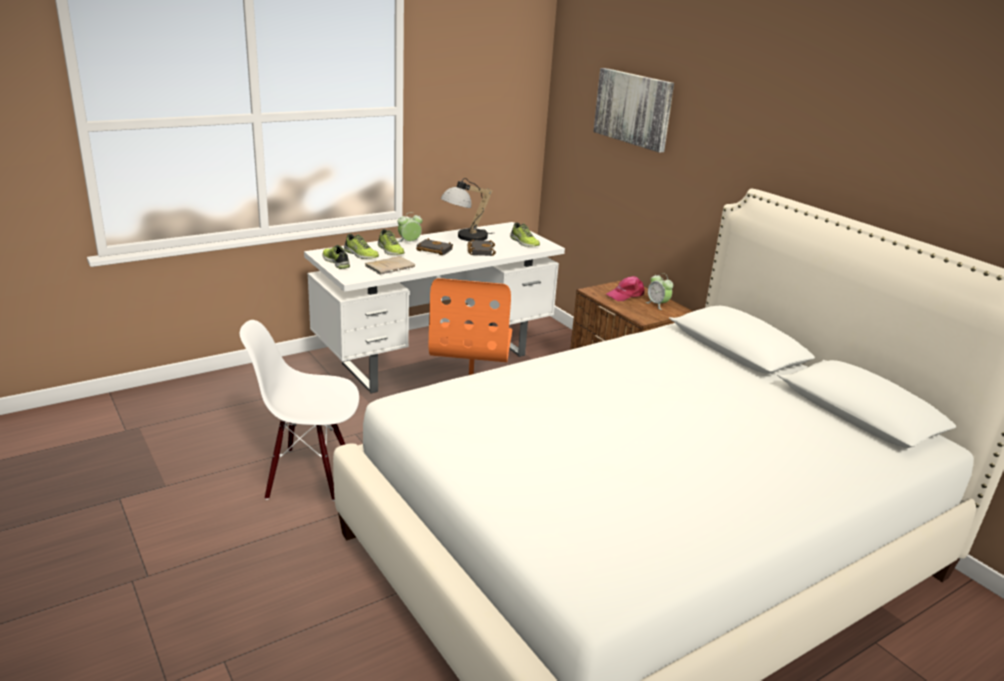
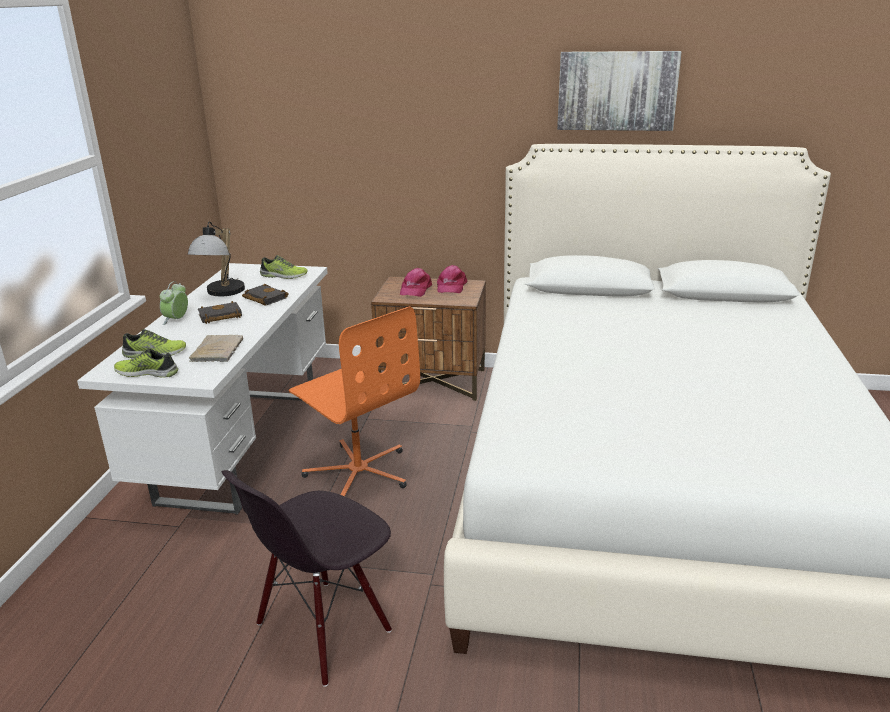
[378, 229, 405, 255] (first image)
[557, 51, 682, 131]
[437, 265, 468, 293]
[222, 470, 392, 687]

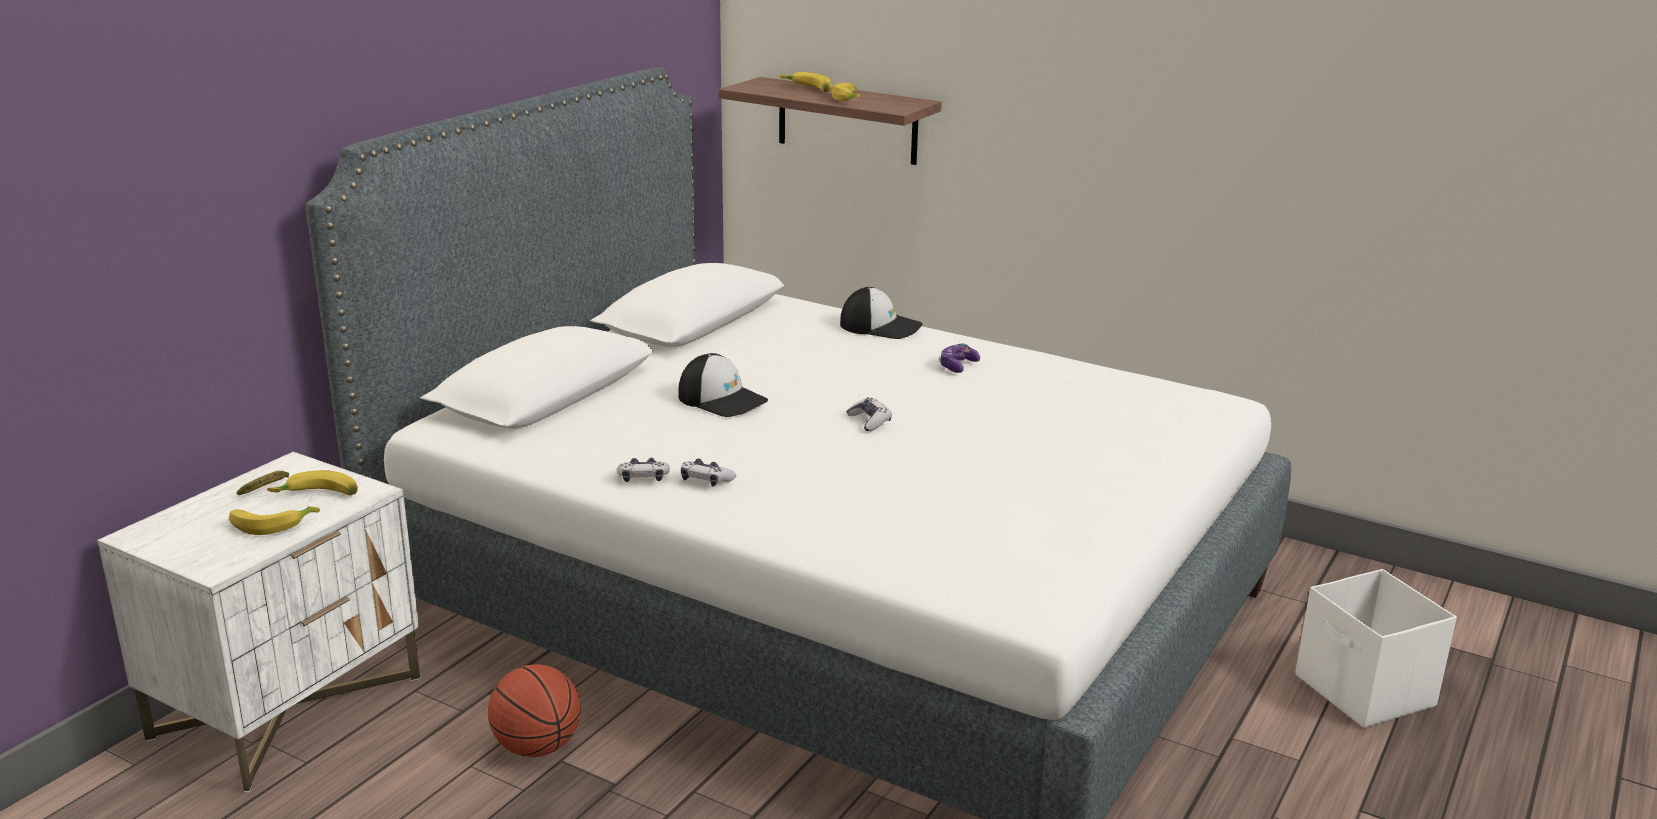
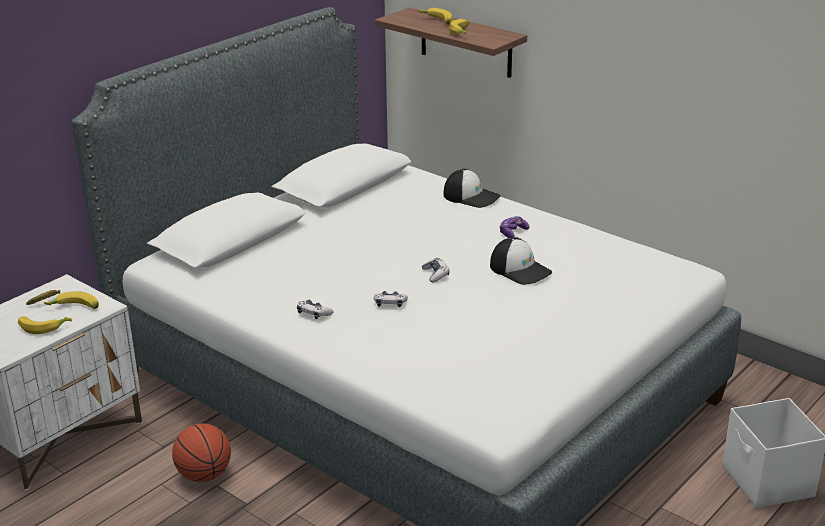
[374, 291, 408, 307]
[490, 237, 552, 285]

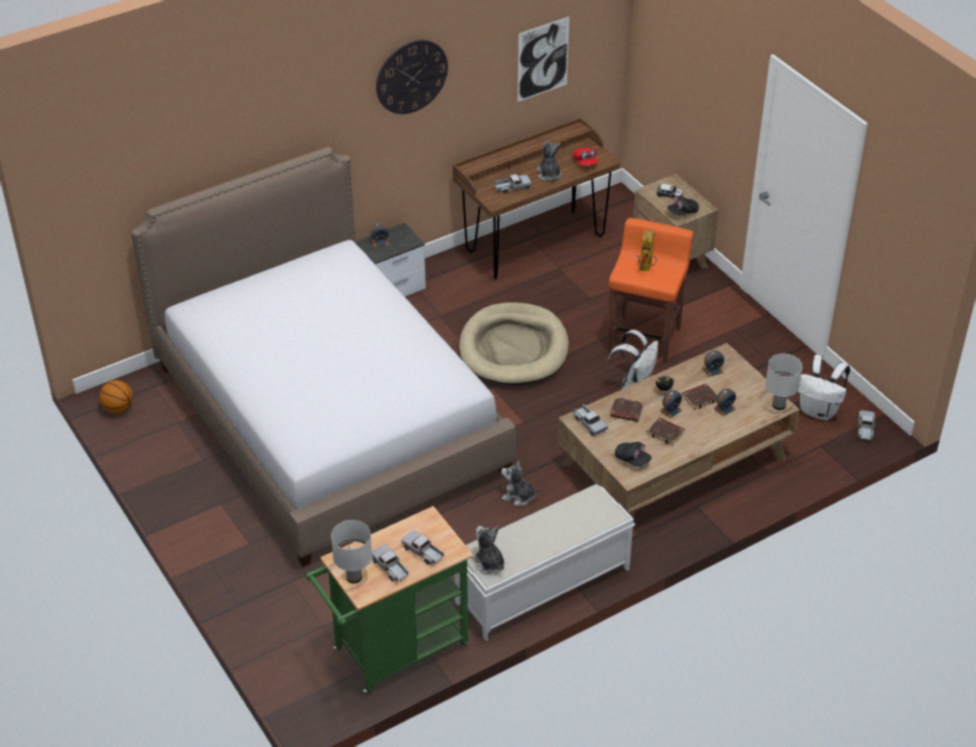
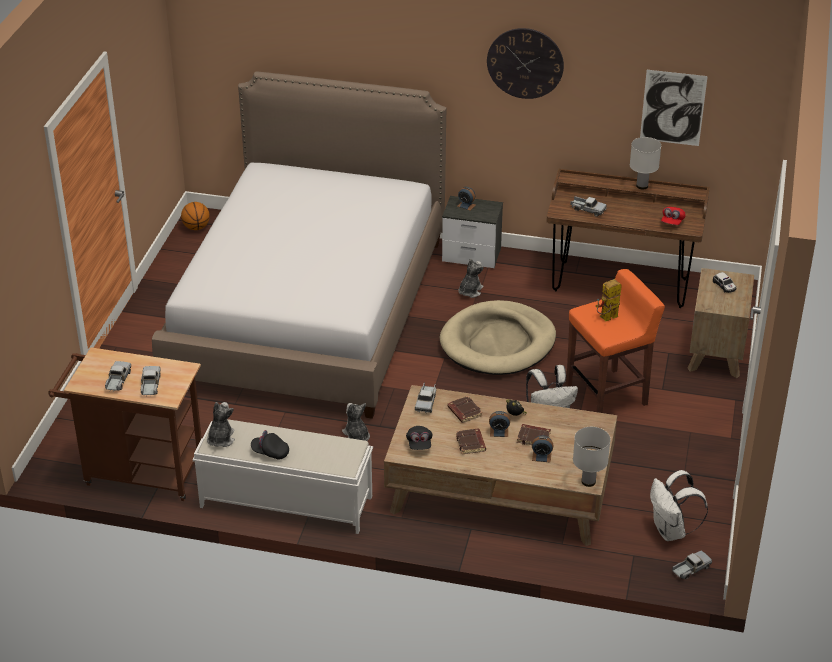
[702, 350, 724, 377] (first image)
[630, 137, 661, 189]
[458, 259, 483, 298]
[251, 430, 289, 460]
[48, 347, 202, 501]

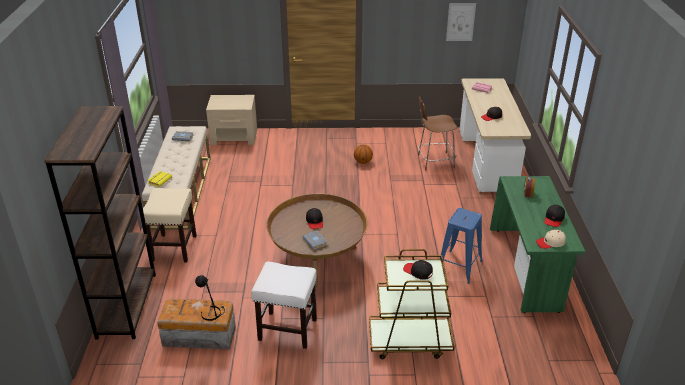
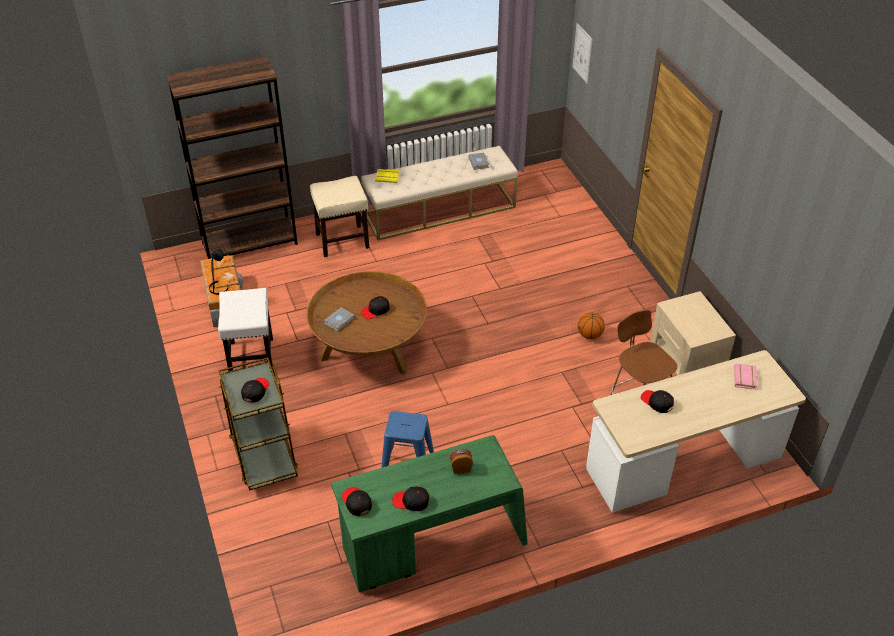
[650, 291, 736, 376]
[572, 23, 593, 84]
[342, 487, 372, 516]

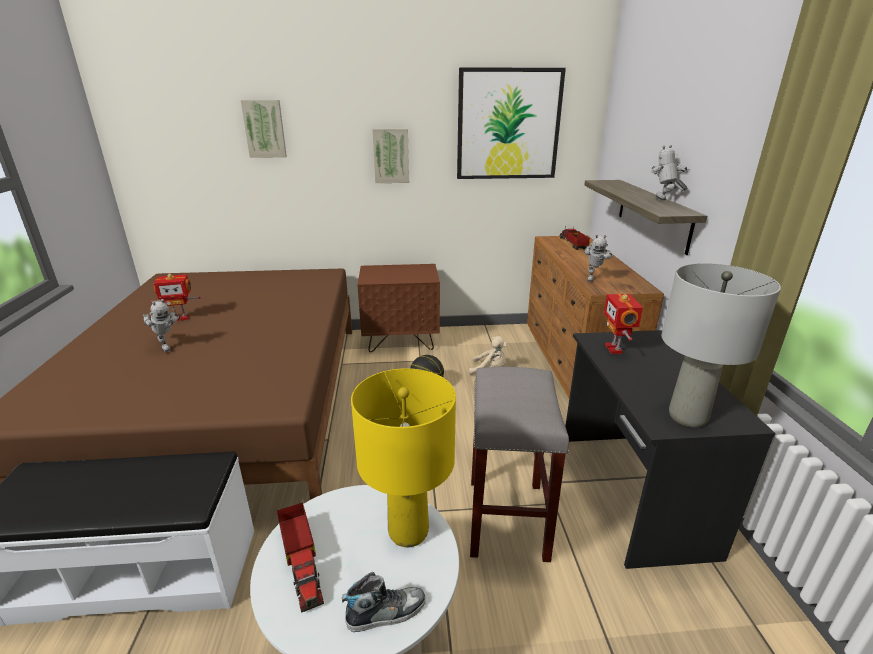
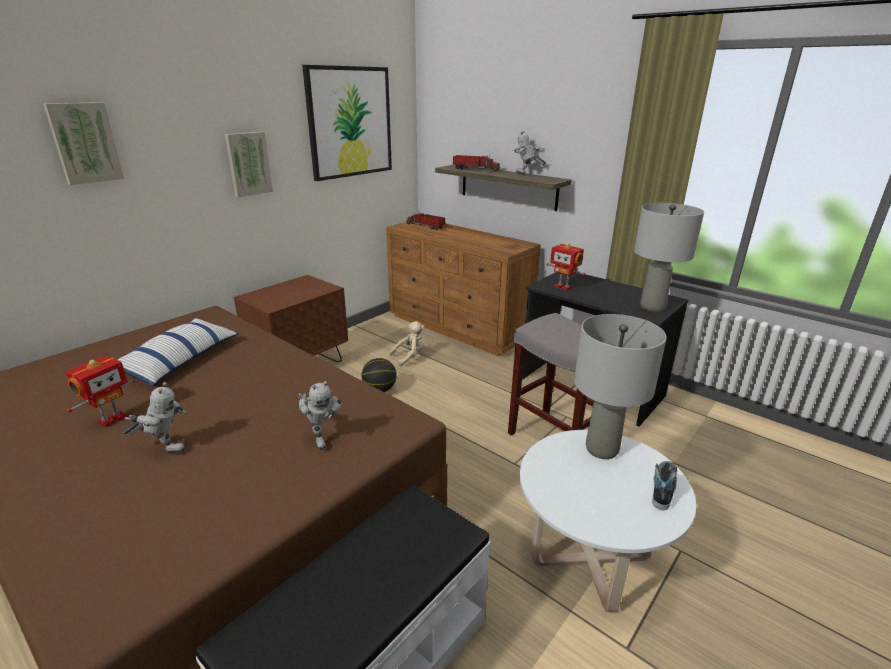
[117, 317, 239, 386]
[453, 154, 500, 172]
[298, 381, 343, 450]
[574, 314, 667, 459]

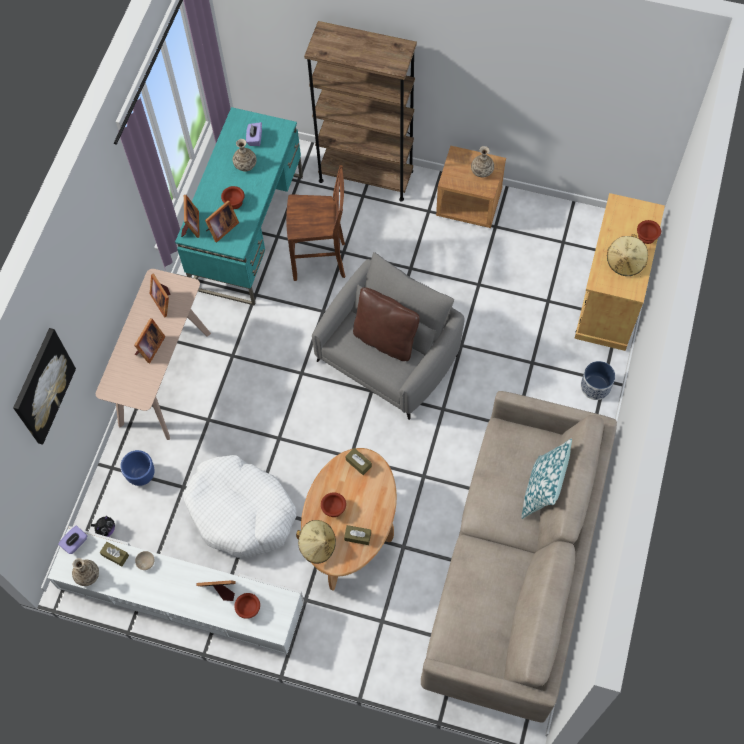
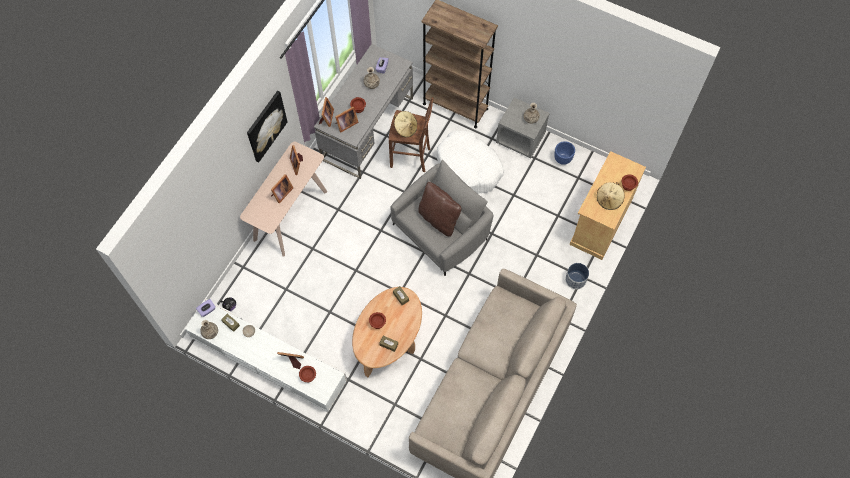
[521, 439, 572, 519] (first image)
[247, 91, 287, 163]
[554, 141, 575, 165]
[437, 131, 504, 194]
[394, 111, 417, 137]
[314, 44, 413, 179]
[496, 98, 550, 158]

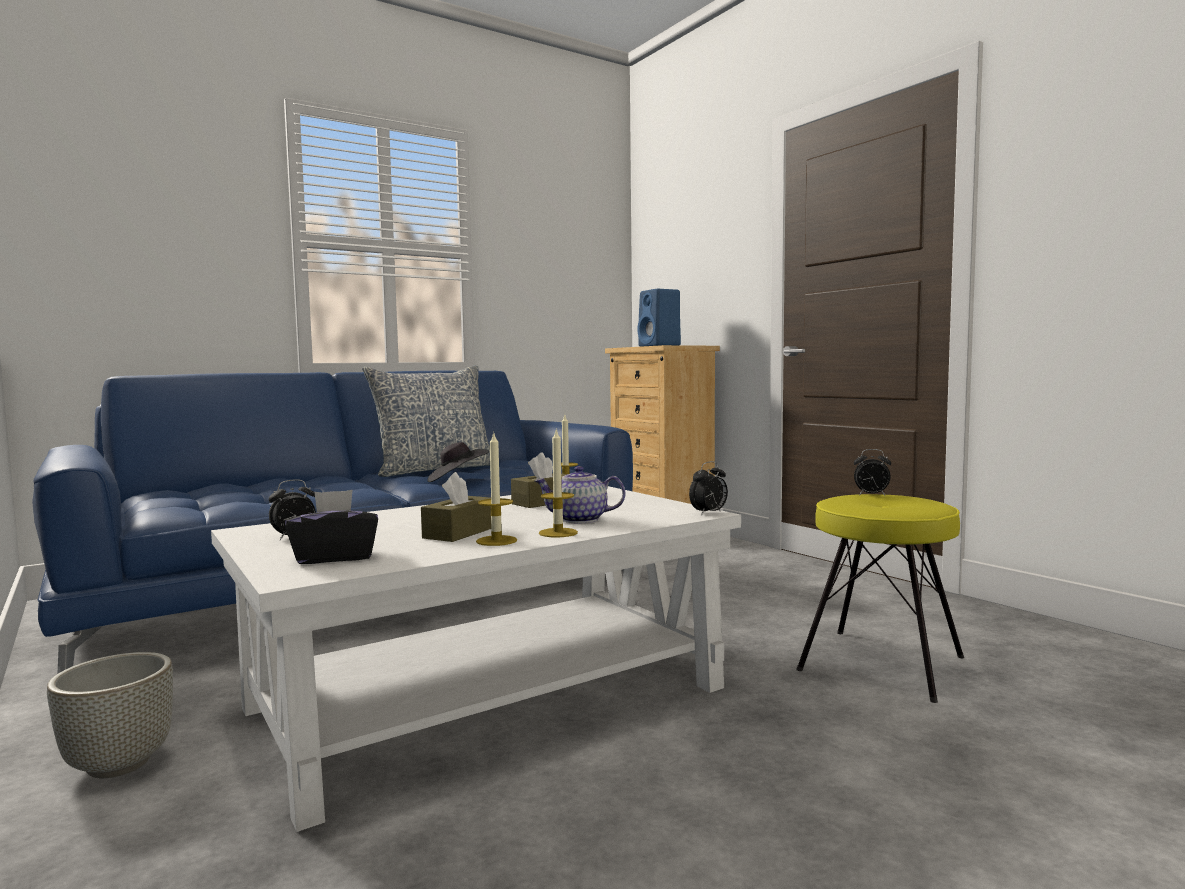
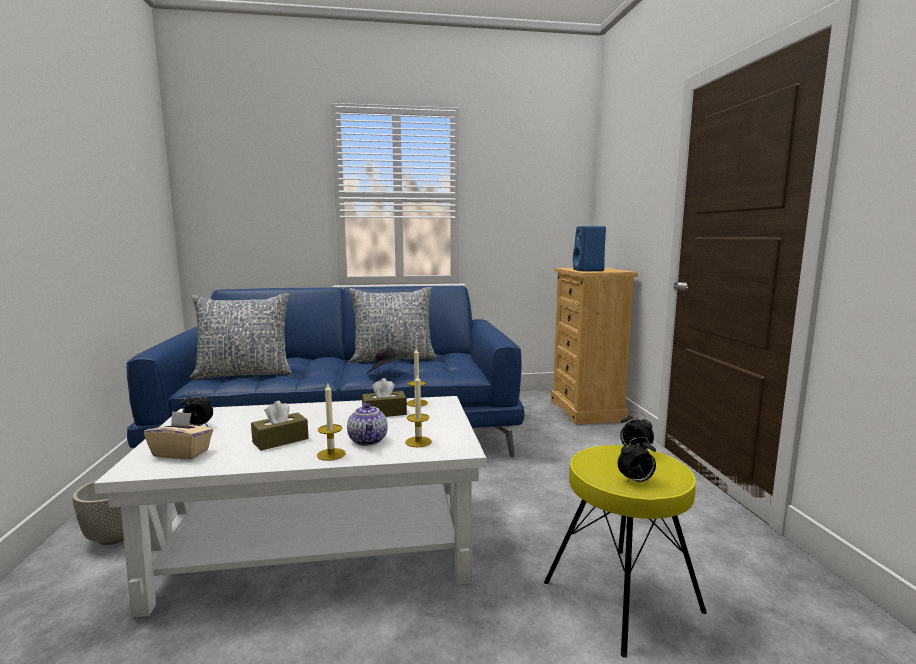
[190, 293, 292, 380]
[405, 373, 432, 447]
[618, 437, 656, 484]
[144, 411, 213, 460]
[347, 402, 388, 446]

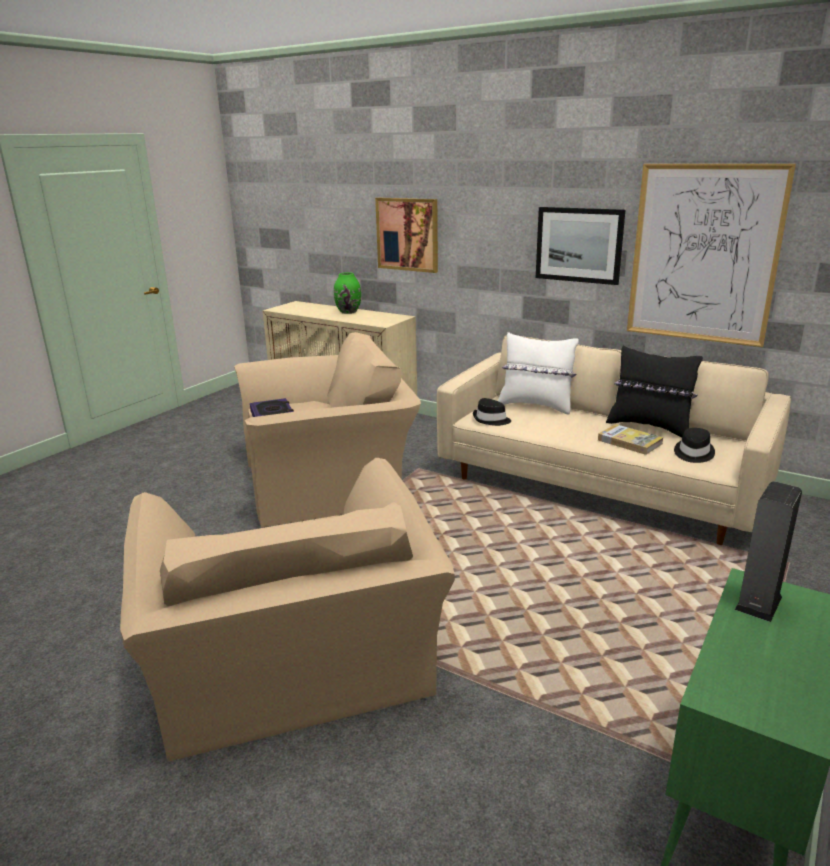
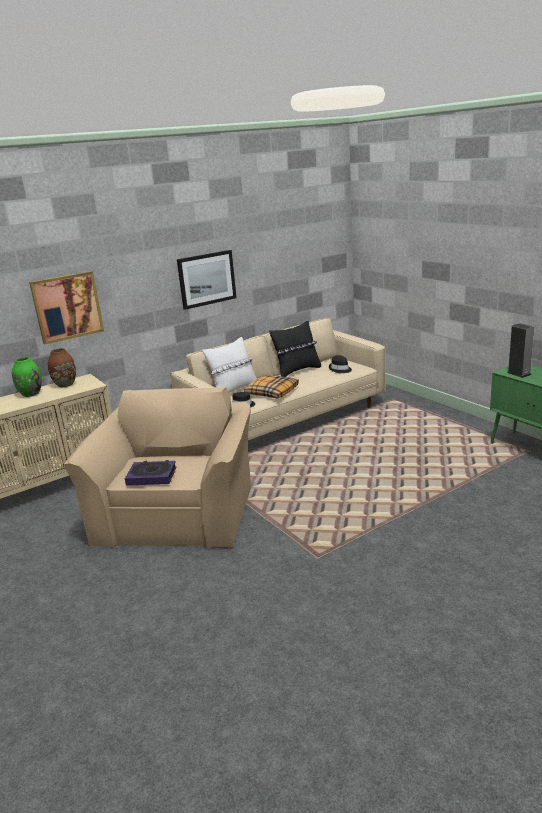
[120, 458, 455, 762] (first image)
[598, 424, 664, 455] (first image)
[627, 164, 796, 347] (first image)
[48, 348, 76, 387]
[244, 375, 299, 399]

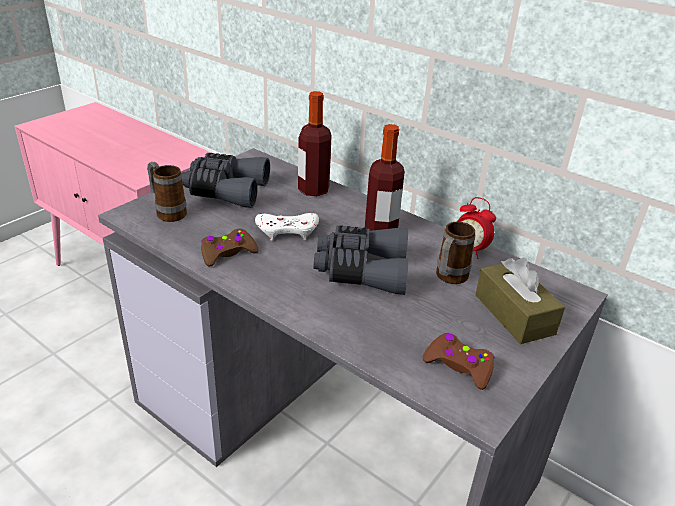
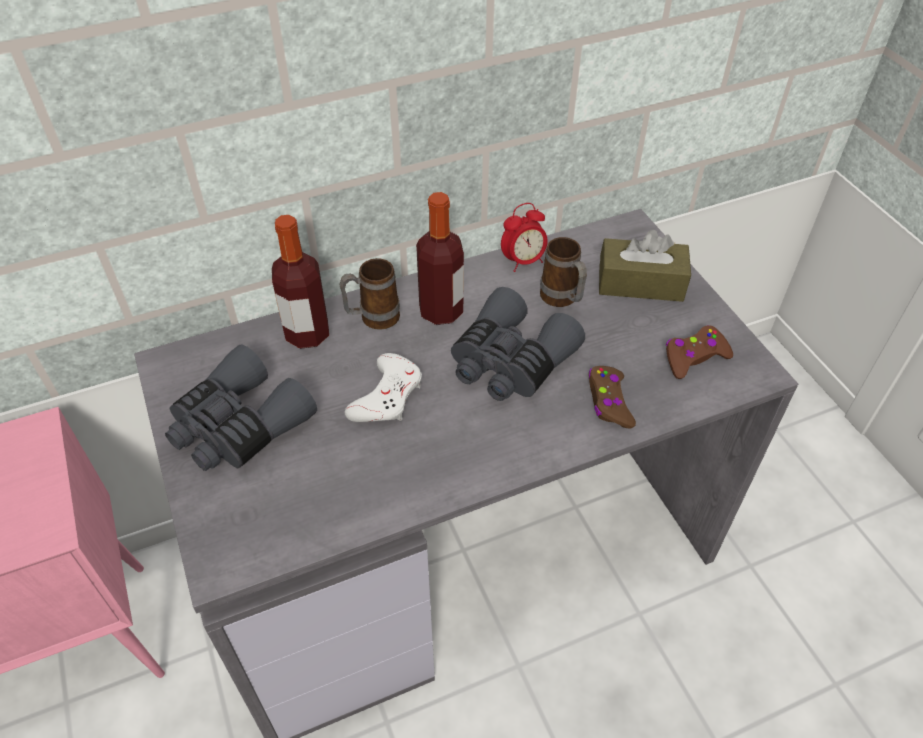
[340, 258, 400, 330]
[589, 366, 636, 429]

